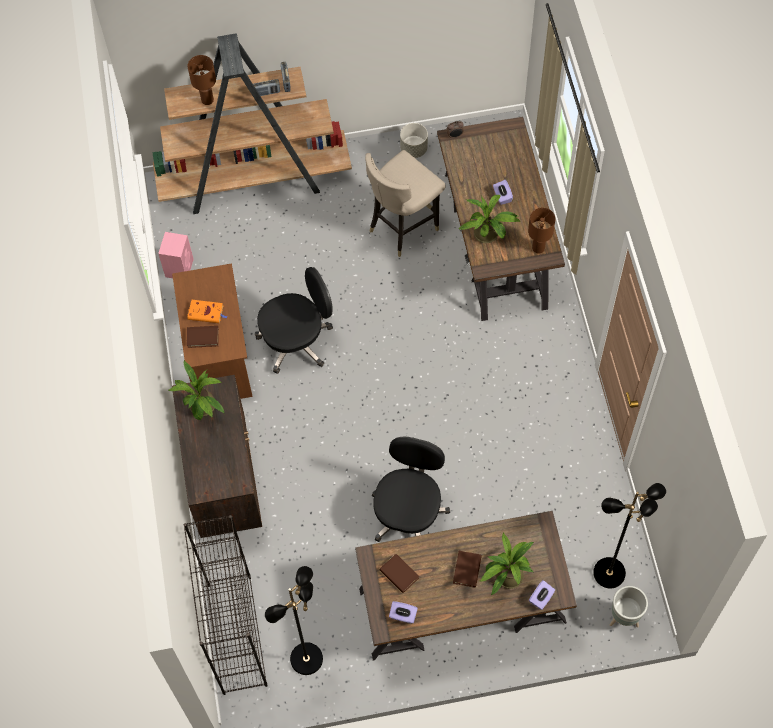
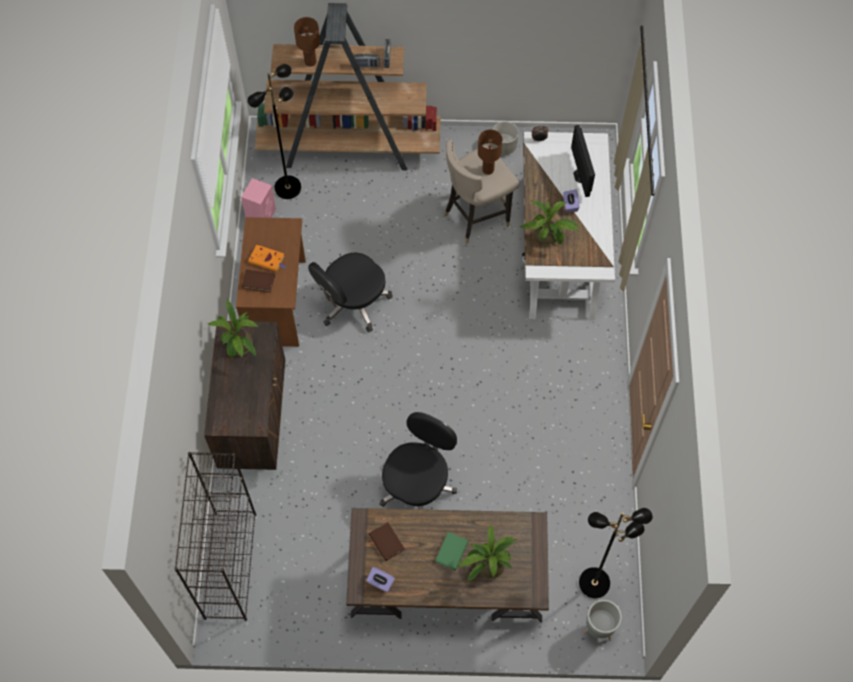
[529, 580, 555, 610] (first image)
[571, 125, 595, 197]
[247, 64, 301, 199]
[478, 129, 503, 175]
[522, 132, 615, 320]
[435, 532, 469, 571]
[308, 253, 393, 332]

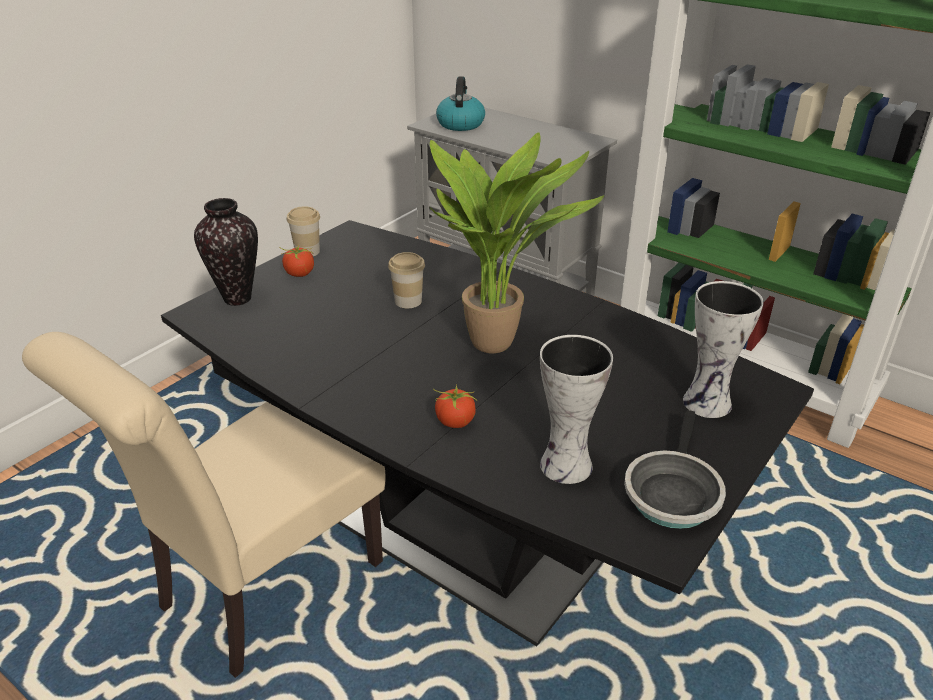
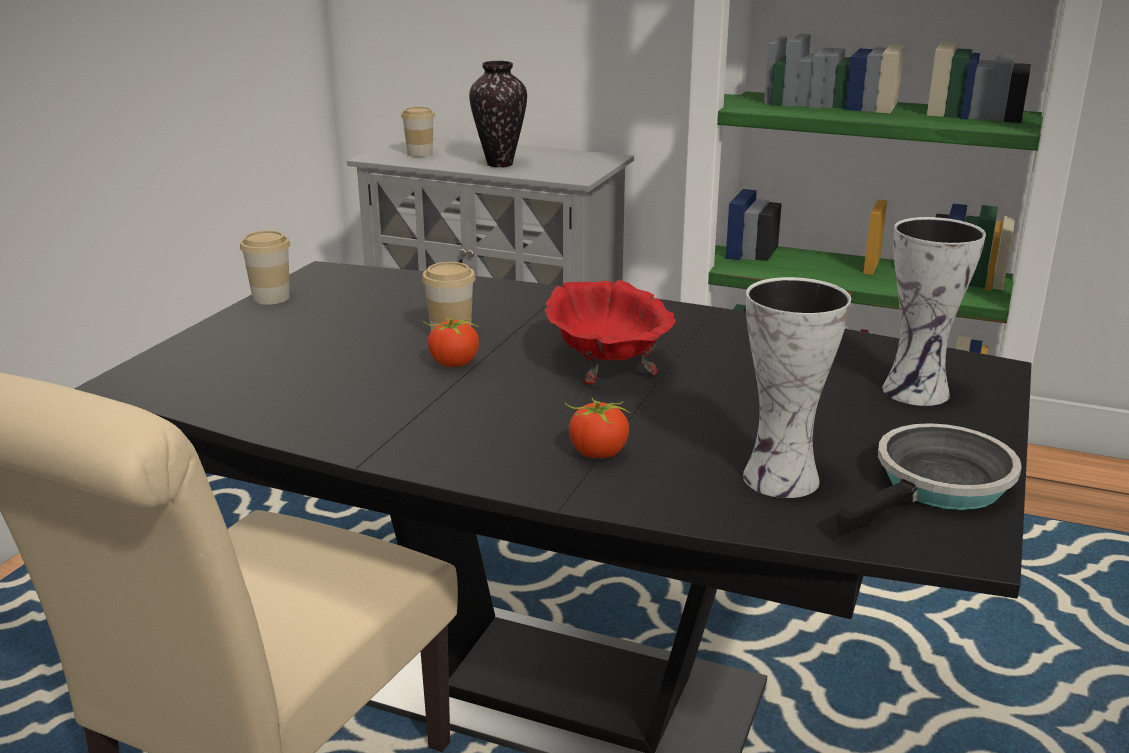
[469, 61, 527, 167]
[423, 318, 479, 367]
[545, 280, 676, 384]
[401, 107, 435, 157]
[837, 423, 1022, 535]

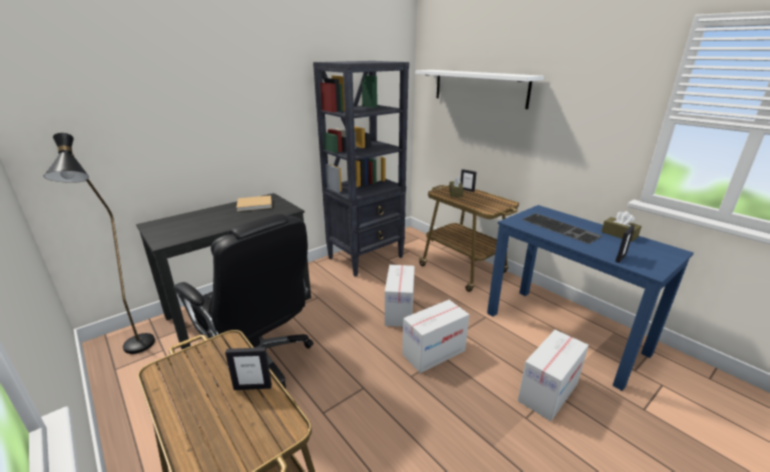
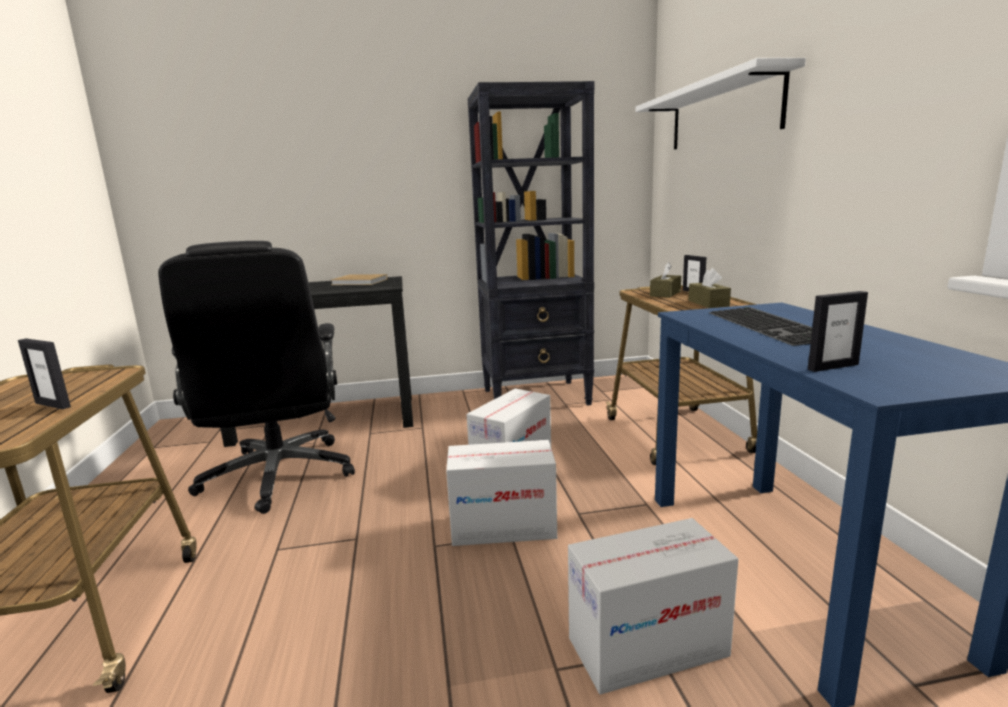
[43, 133, 155, 354] (first image)
[688, 268, 731, 308]

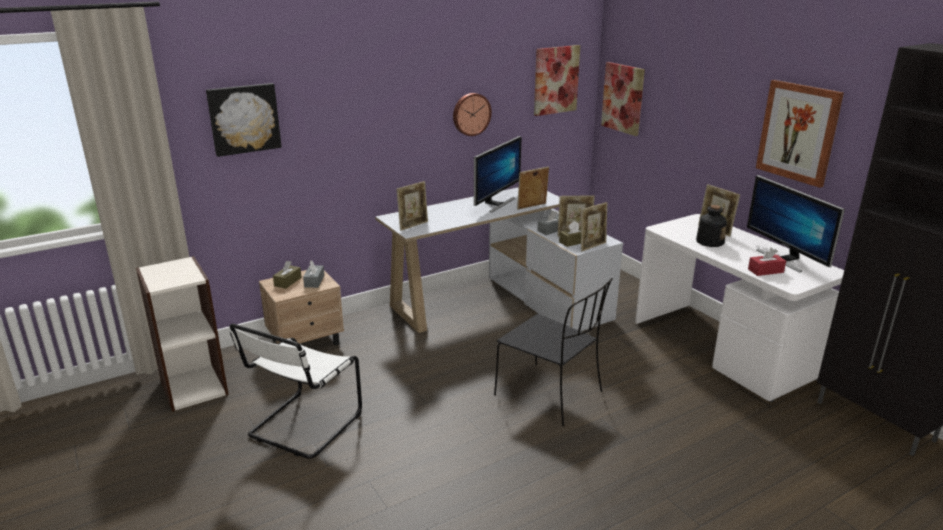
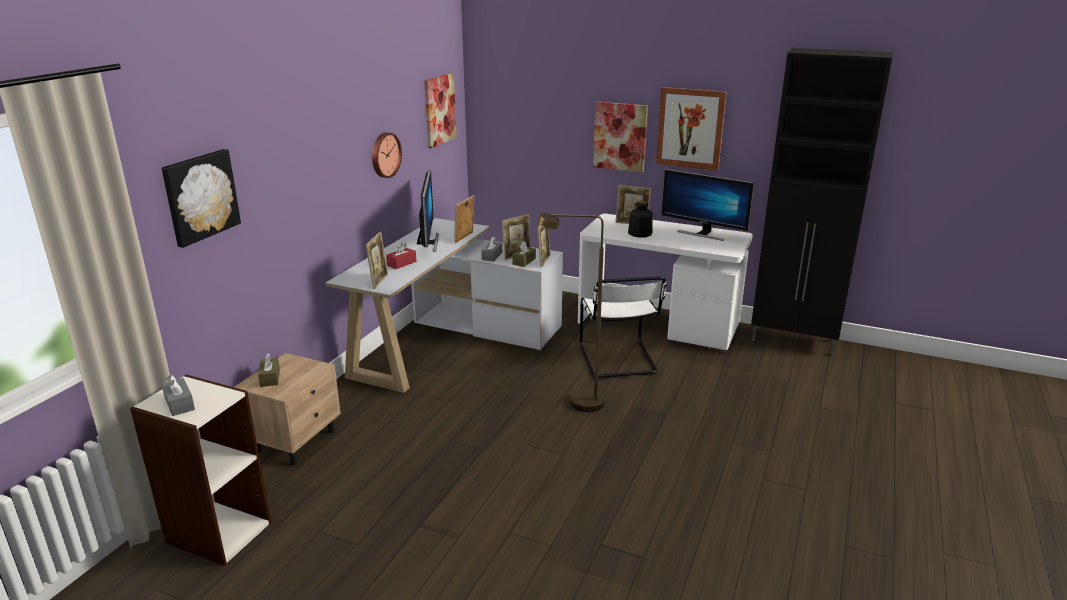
[580, 276, 667, 378]
[162, 375, 195, 416]
[593, 101, 648, 173]
[386, 242, 417, 269]
[538, 213, 605, 412]

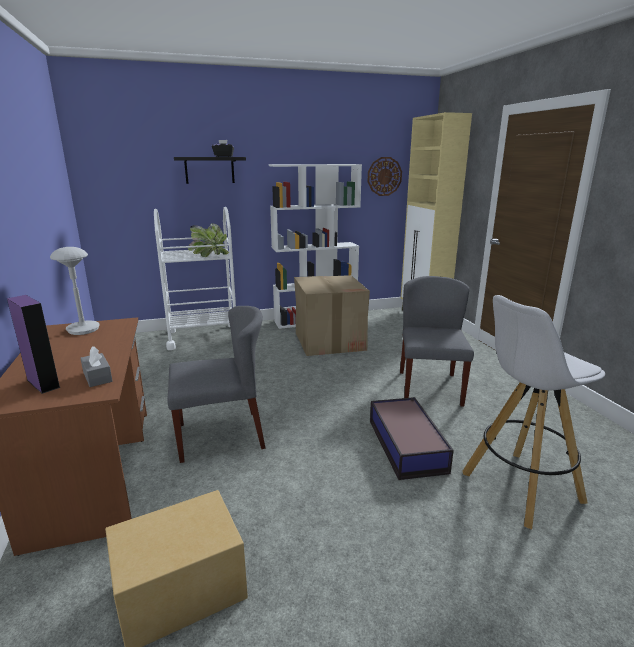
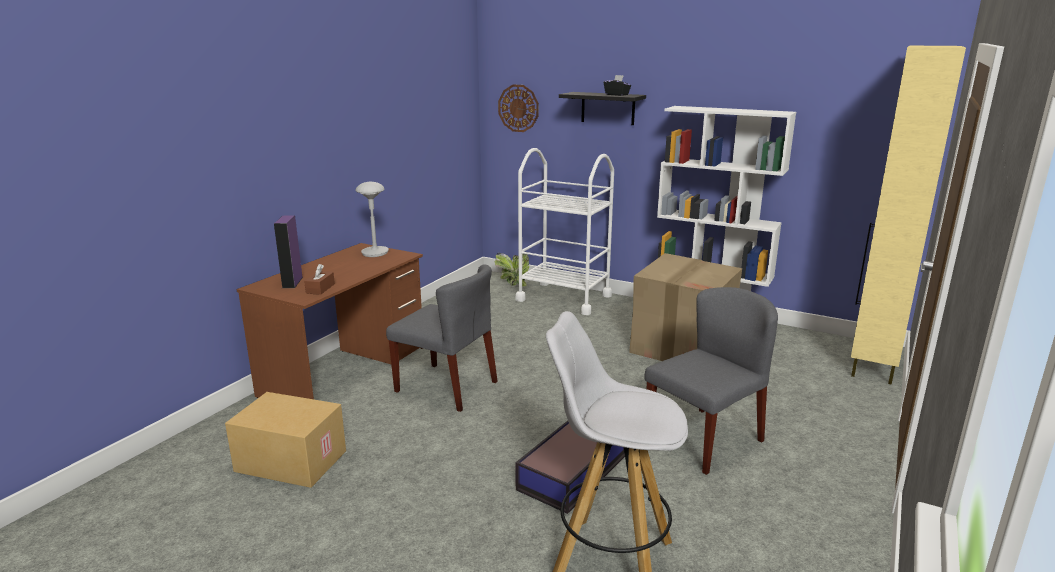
[495, 253, 530, 287]
[498, 85, 539, 132]
[304, 264, 335, 295]

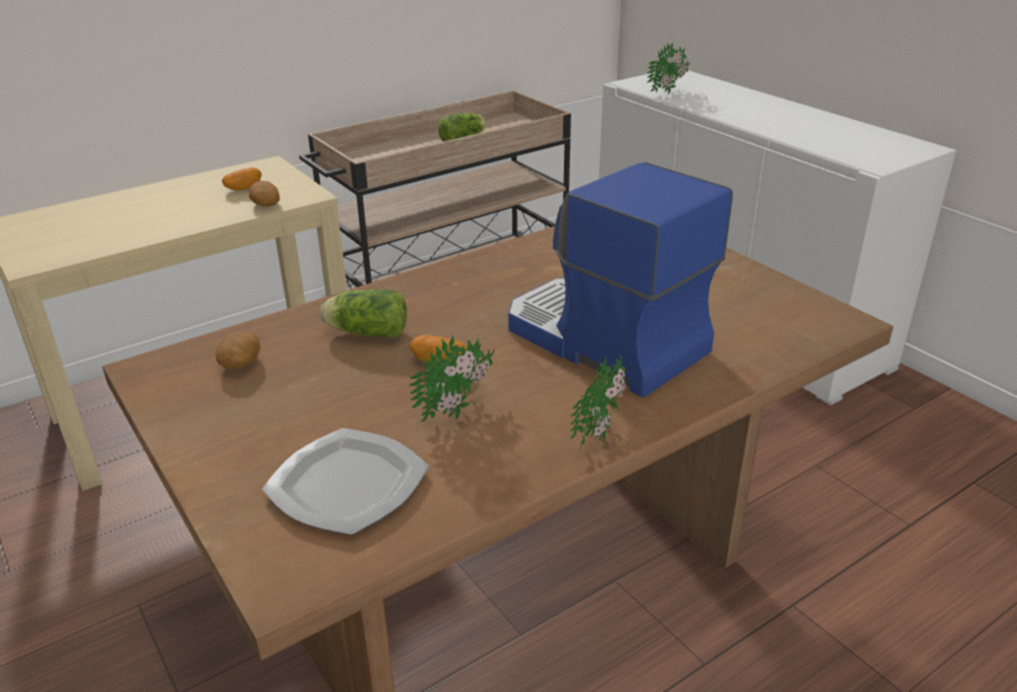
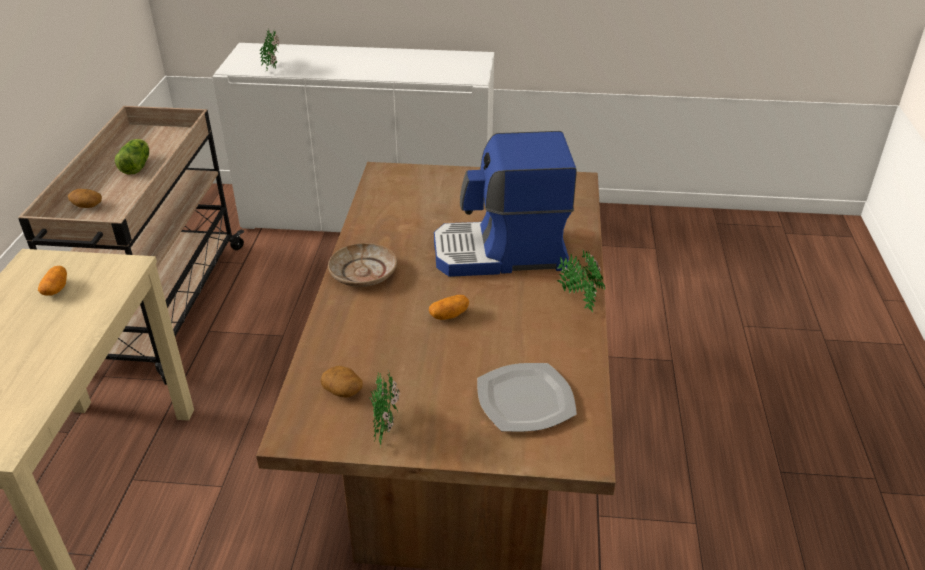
[320, 289, 407, 338] (first image)
[328, 243, 397, 287]
[68, 189, 102, 208]
[368, 370, 400, 447]

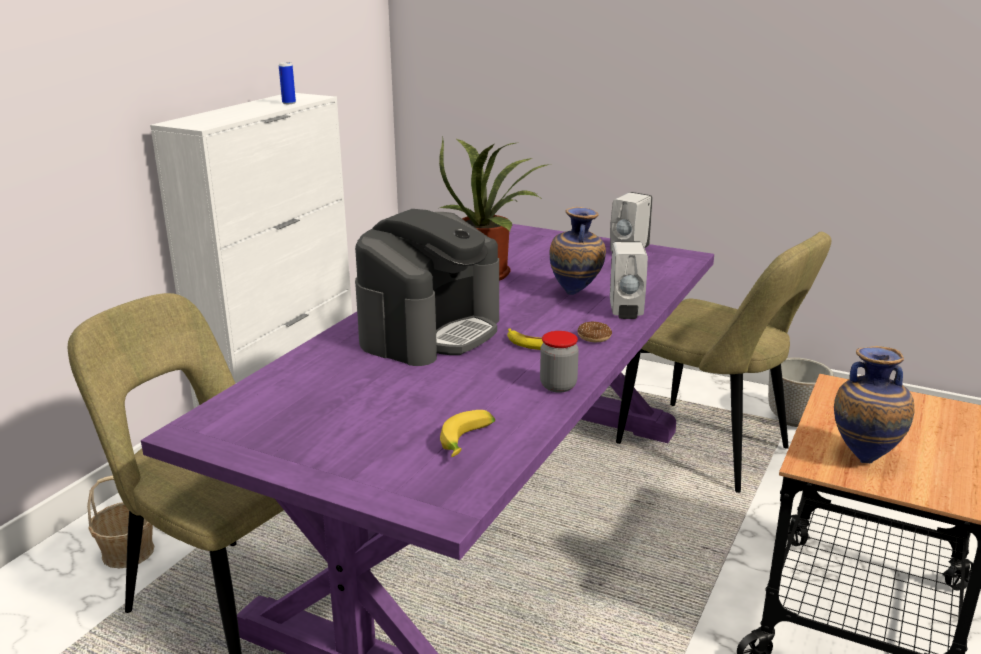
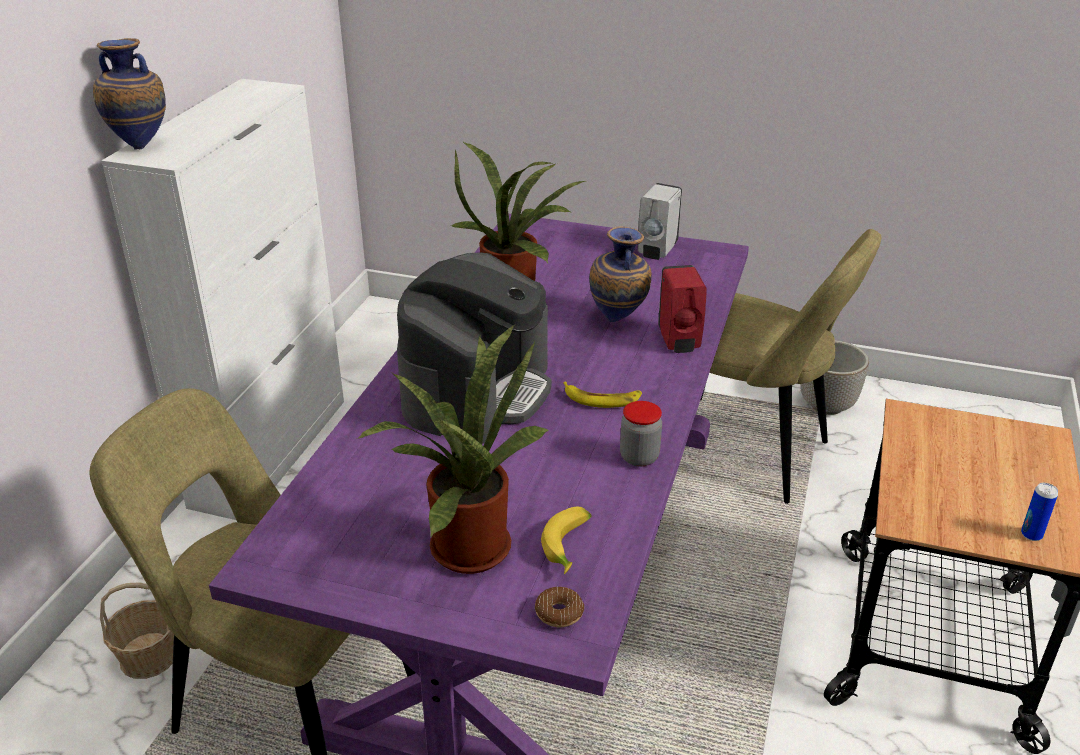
[356, 324, 550, 574]
[1021, 483, 1058, 541]
[535, 587, 584, 627]
[93, 38, 166, 150]
[658, 265, 707, 353]

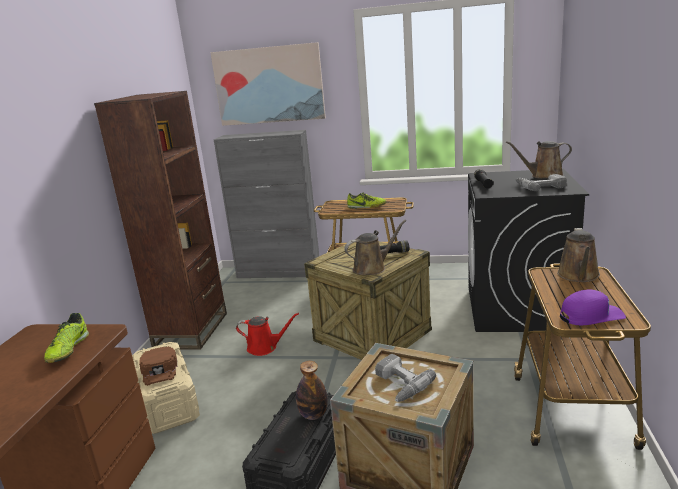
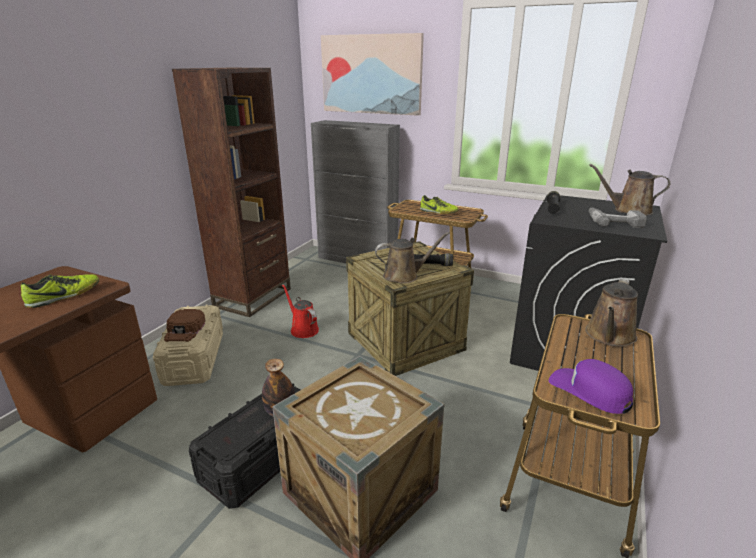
[375, 354, 436, 402] (first image)
[21, 274, 99, 308]
[282, 284, 319, 338]
[549, 359, 633, 414]

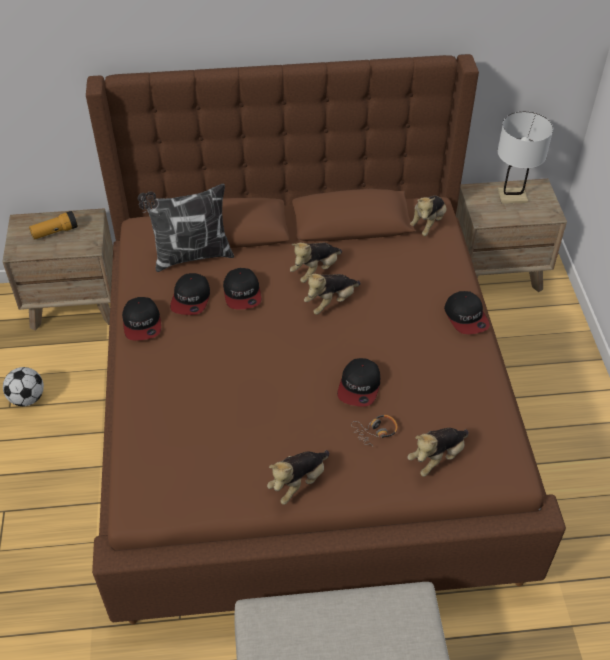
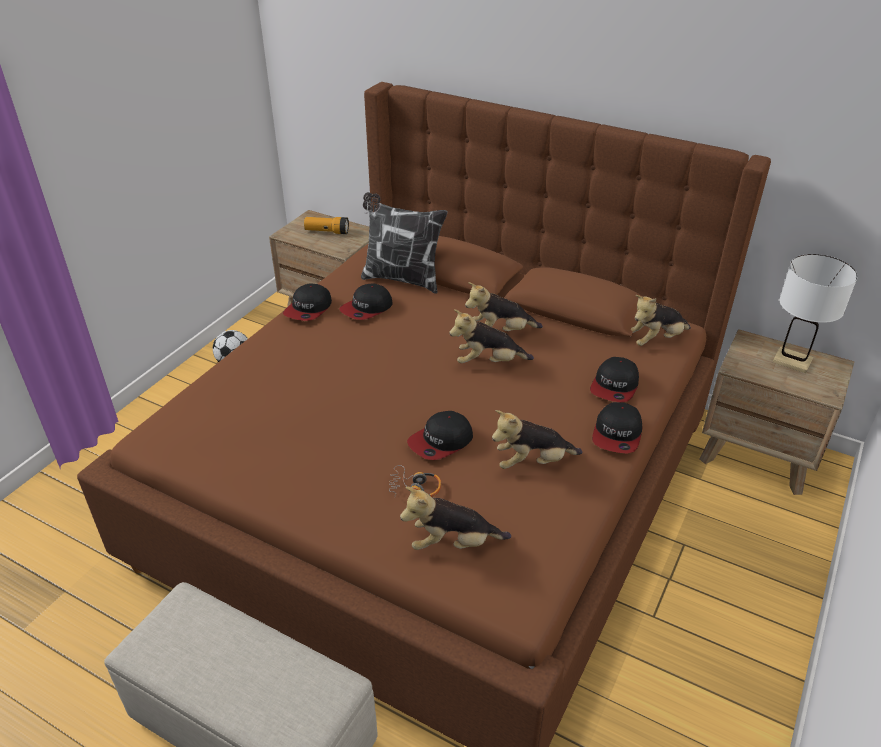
[590, 357, 639, 402]
[492, 410, 582, 469]

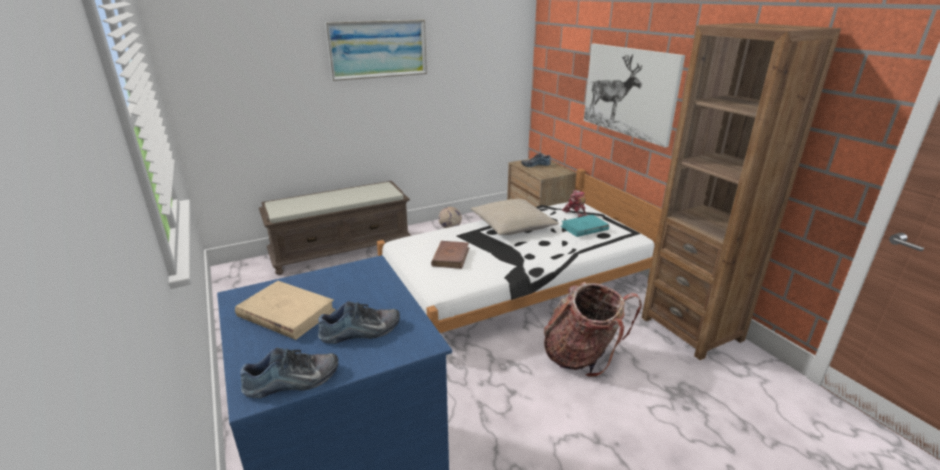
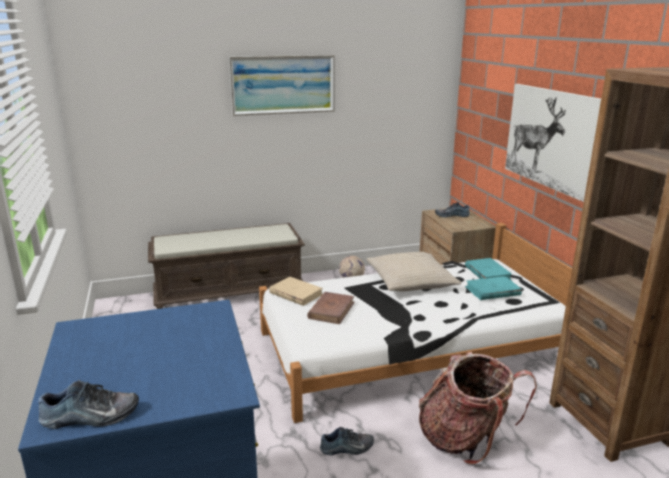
[269, 277, 323, 306]
[320, 427, 374, 456]
[465, 258, 512, 280]

